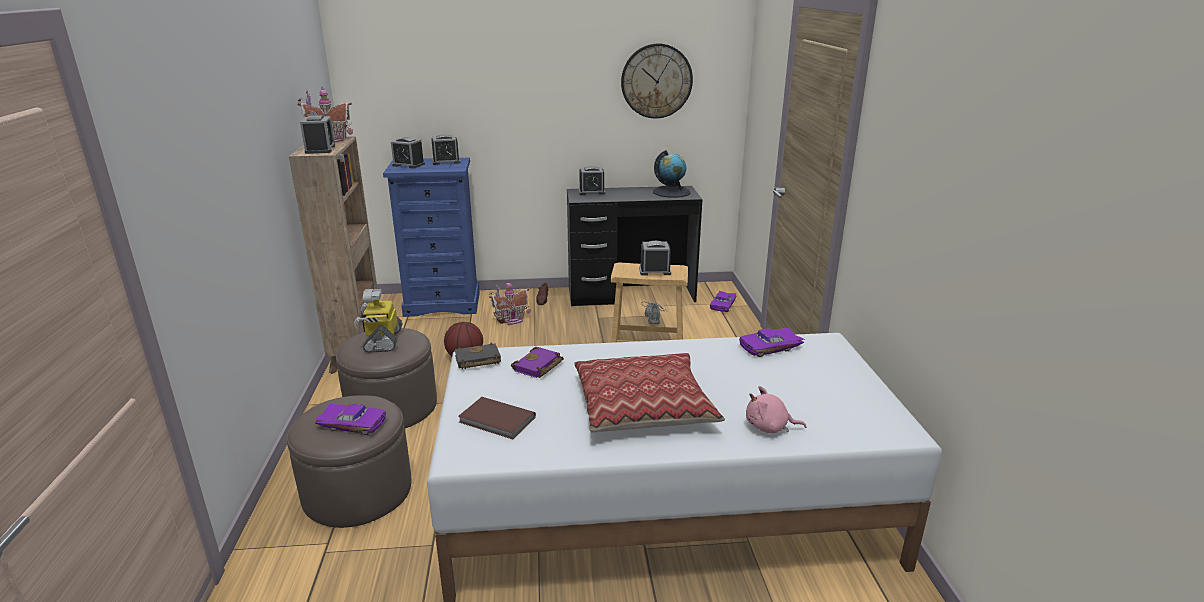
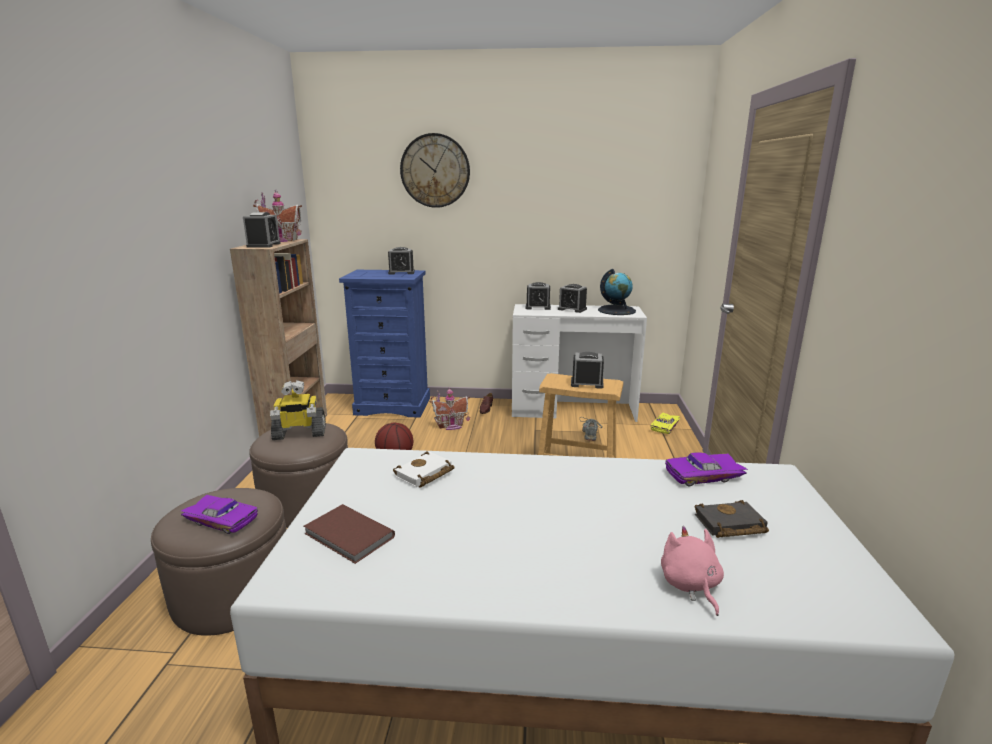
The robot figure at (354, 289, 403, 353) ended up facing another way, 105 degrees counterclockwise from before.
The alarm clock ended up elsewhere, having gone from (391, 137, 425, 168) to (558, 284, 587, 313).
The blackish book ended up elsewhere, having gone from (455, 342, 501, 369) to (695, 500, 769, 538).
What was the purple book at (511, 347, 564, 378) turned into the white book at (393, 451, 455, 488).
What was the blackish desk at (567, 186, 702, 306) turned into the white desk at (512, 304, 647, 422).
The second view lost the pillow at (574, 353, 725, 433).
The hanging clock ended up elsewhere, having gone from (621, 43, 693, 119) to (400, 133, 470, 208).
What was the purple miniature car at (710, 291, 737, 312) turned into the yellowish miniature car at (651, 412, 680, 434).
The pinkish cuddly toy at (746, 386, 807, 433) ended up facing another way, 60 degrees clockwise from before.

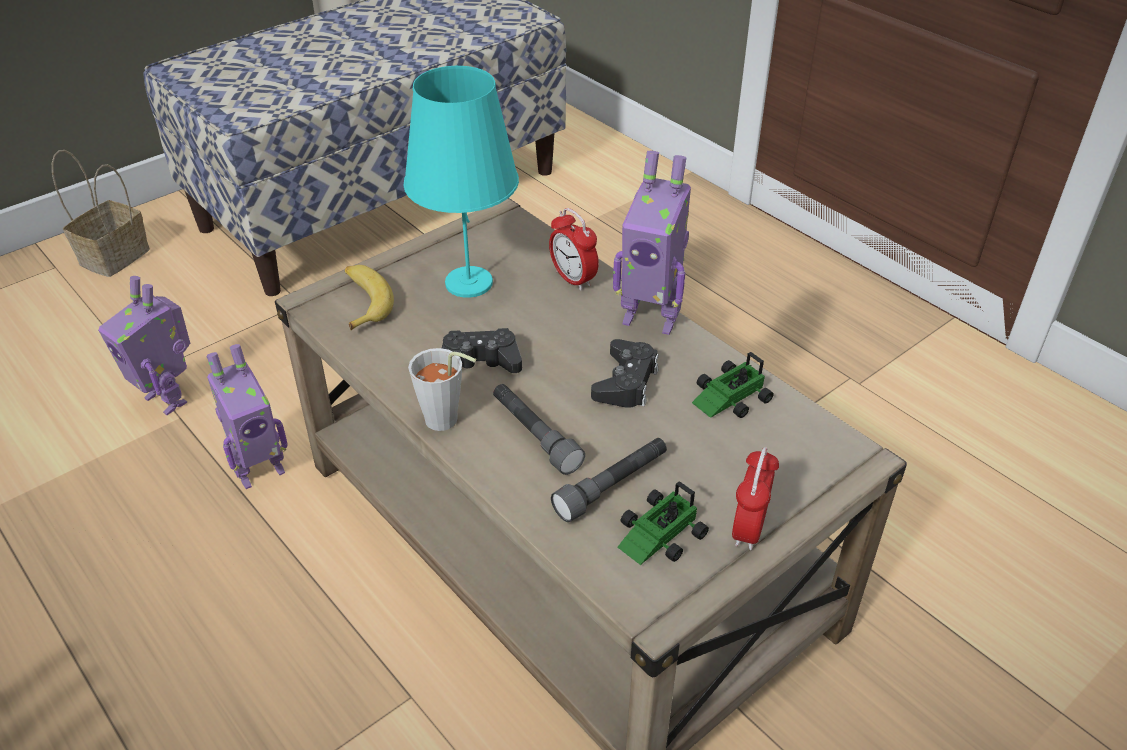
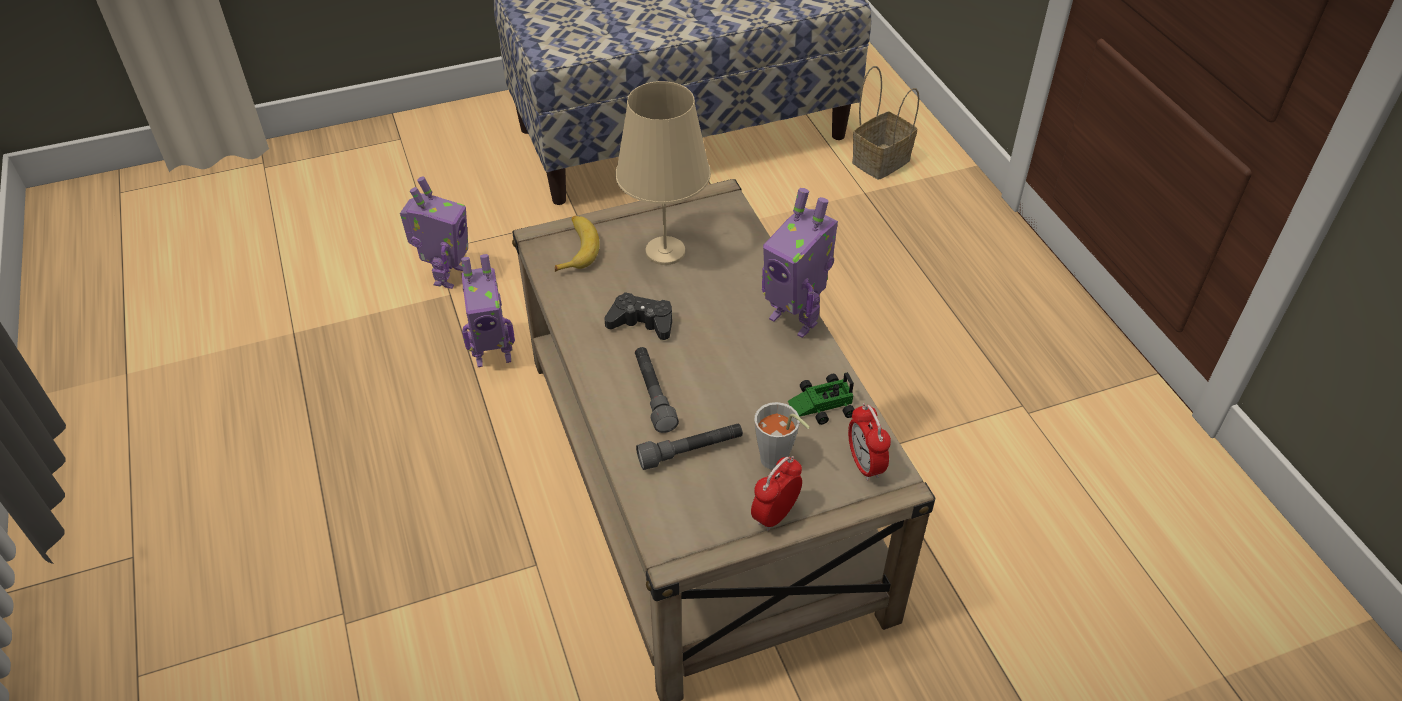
The basket ended up elsewhere, having gone from (52, 150, 150, 277) to (852, 66, 919, 180).
The robot figure at (98, 276, 190, 415) ended up facing another way, 135 degrees counterclockwise from before.
What was the turquoise table lamp at (403, 66, 519, 298) turned into the sand-coloured table lamp at (615, 81, 711, 265).
The grey drinking cup ended up elsewhere, having gone from (408, 348, 476, 431) to (755, 402, 810, 470).
The alarm clock ended up elsewhere, having gone from (549, 208, 599, 291) to (848, 403, 891, 481).
The second view lost the blackish gamepad at (591, 339, 658, 408).
The second view lost the miniature car at (617, 481, 709, 565).

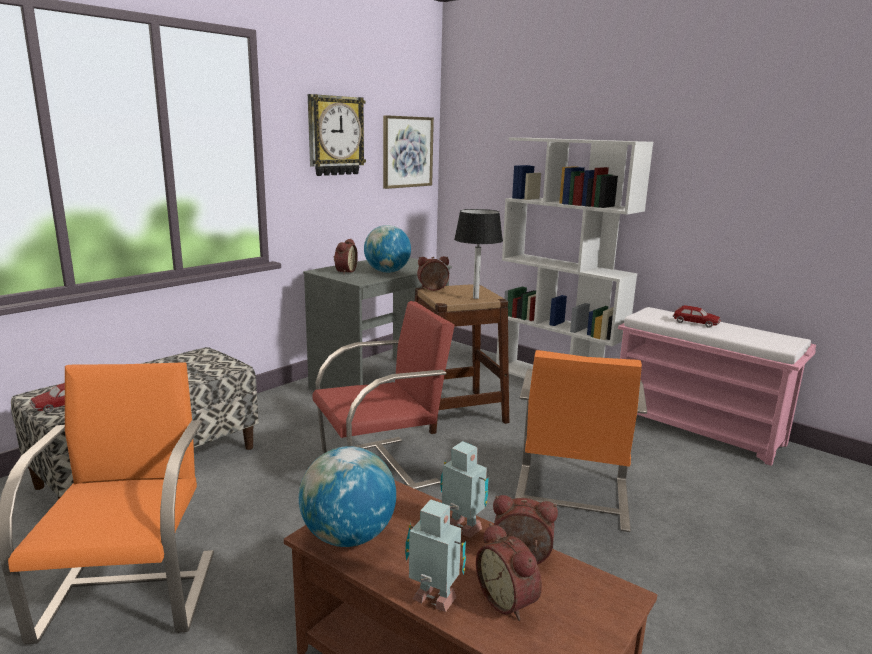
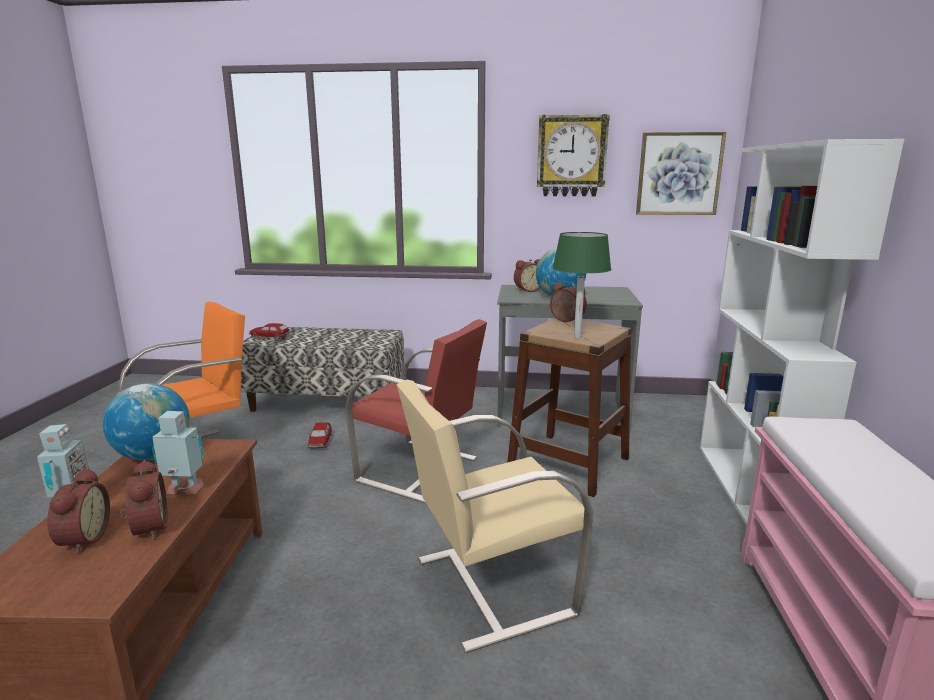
The robot figure at (440, 441, 489, 538) ended up facing another way, 90 degrees counterclockwise from before.
What was the blackish table lamp at (454, 209, 503, 299) turned into the green table lamp at (552, 232, 611, 338).
The alarm clock at (476, 523, 542, 621) ended up facing another way, 150 degrees clockwise from before.
What was the orange-coloured plain chair at (515, 350, 647, 532) turned into the sand-coloured plain chair at (397, 380, 593, 653).
The miniature car ended up elsewhere, having gone from (673, 305, 721, 327) to (307, 422, 332, 448).

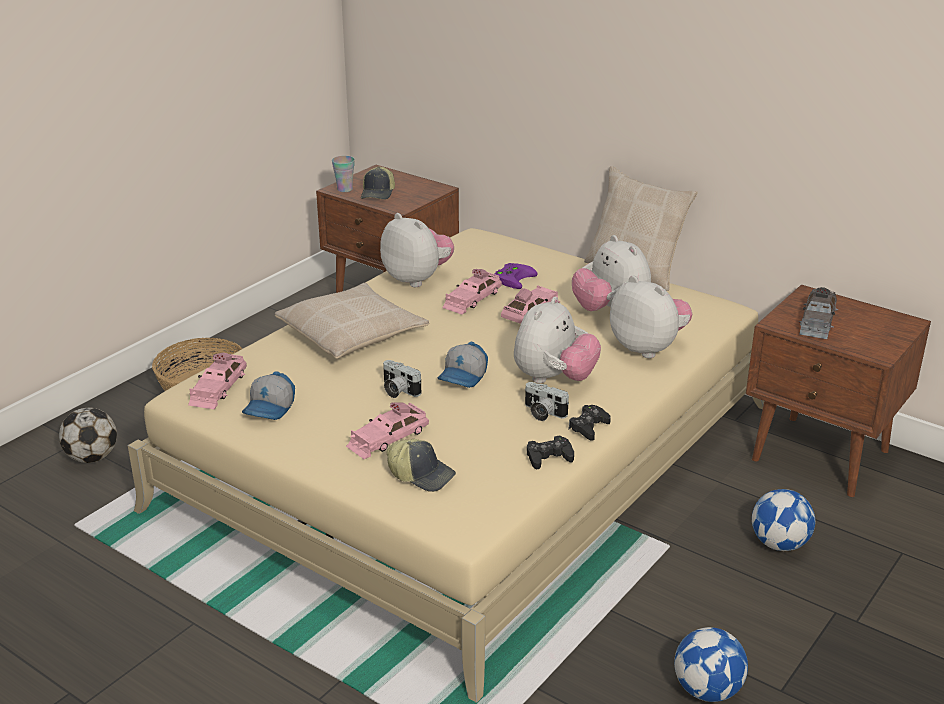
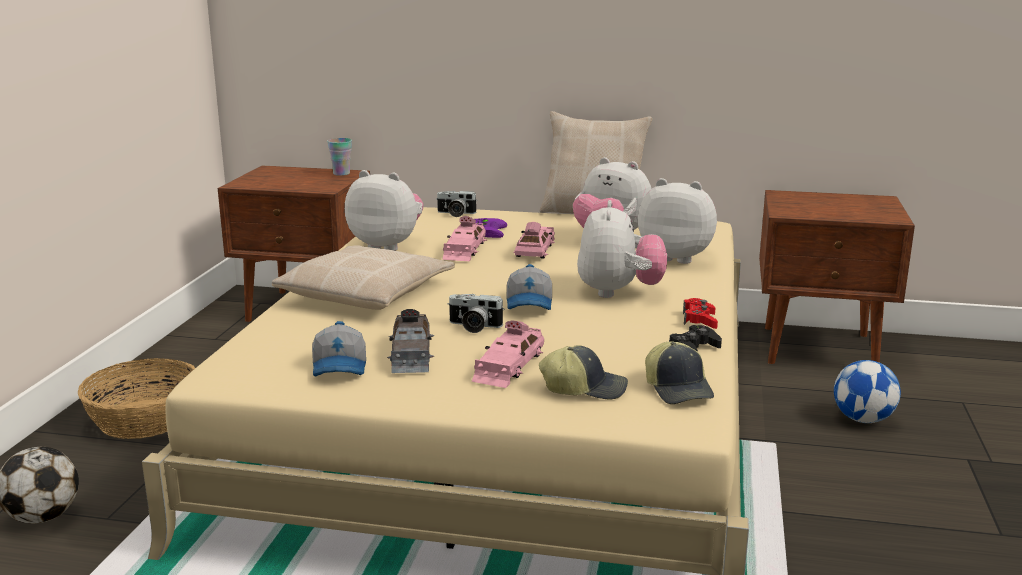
The second view lost the pinkish miniature car at (188, 353, 247, 409).
The drinking cup ended up elsewhere, having gone from (332, 156, 355, 192) to (327, 138, 352, 176).
The baseball cap ended up elsewhere, having gone from (361, 167, 395, 200) to (645, 341, 714, 404).
The still camera ended up elsewhere, having gone from (525, 382, 569, 421) to (436, 191, 478, 217).
What was the blackish gamepad at (569, 405, 611, 441) turned into the reddish gamepad at (683, 298, 718, 329).
The second view lost the football ball at (674, 627, 748, 702).
The grey miniature car ended up elsewhere, having gone from (798, 287, 838, 339) to (387, 309, 435, 373).

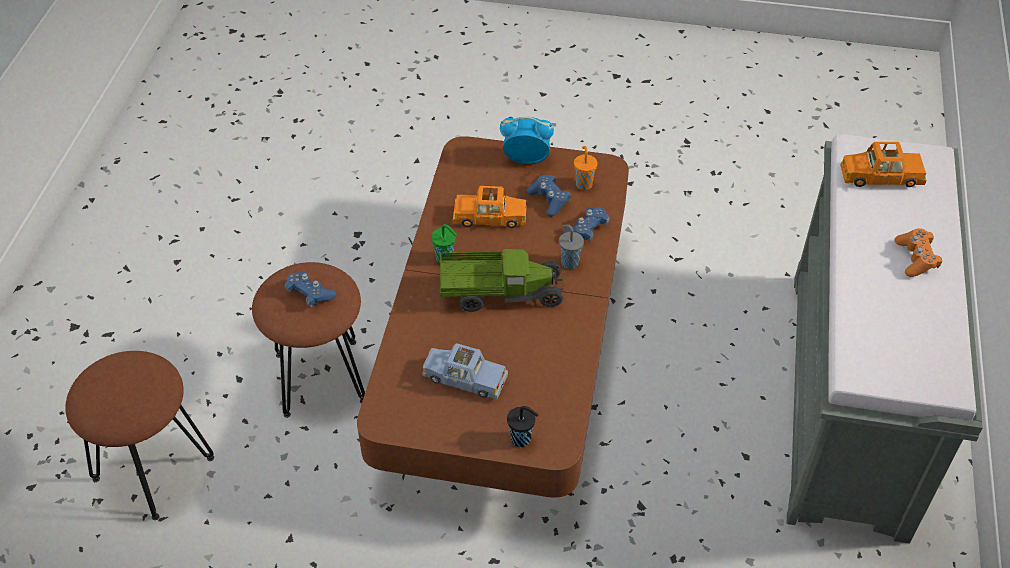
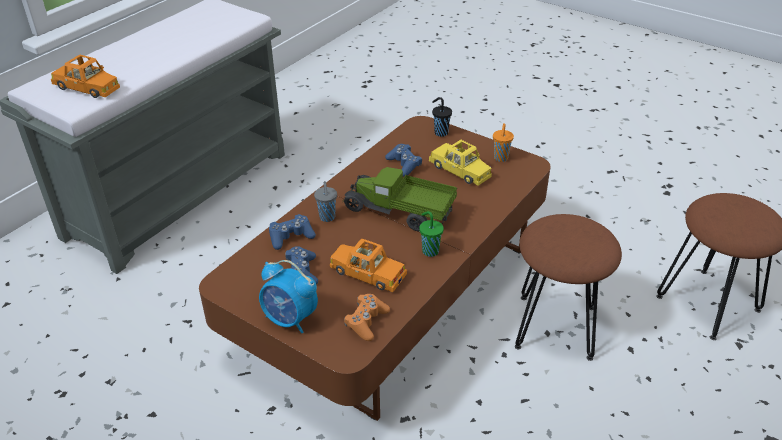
The blue-coloured gamepad ended up elsewhere, having gone from (284, 271, 337, 308) to (385, 144, 422, 177).
What was the blue-coloured miniature car at (422, 343, 508, 399) turned into the yellowish miniature car at (429, 140, 492, 186).
The orange-coloured drinking cup ended up elsewhere, having gone from (574, 146, 598, 190) to (493, 123, 514, 162).
The orange-coloured gamepad ended up elsewhere, having gone from (894, 228, 942, 277) to (344, 294, 390, 341).

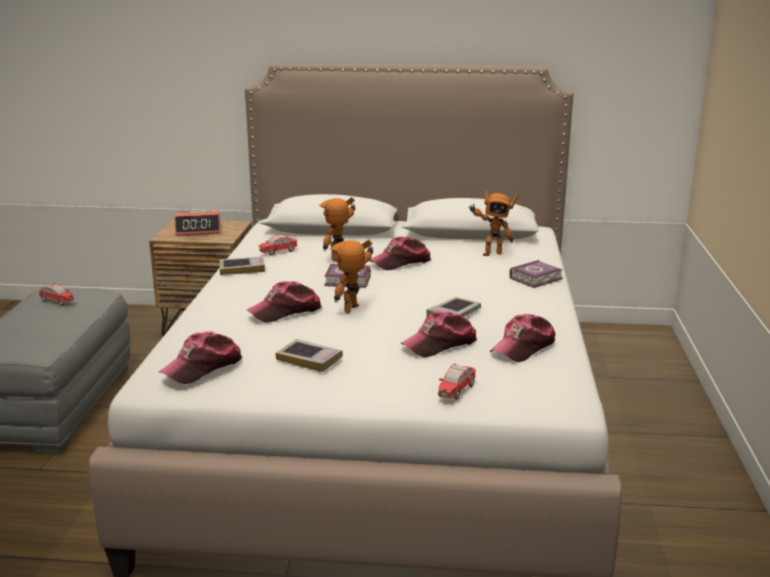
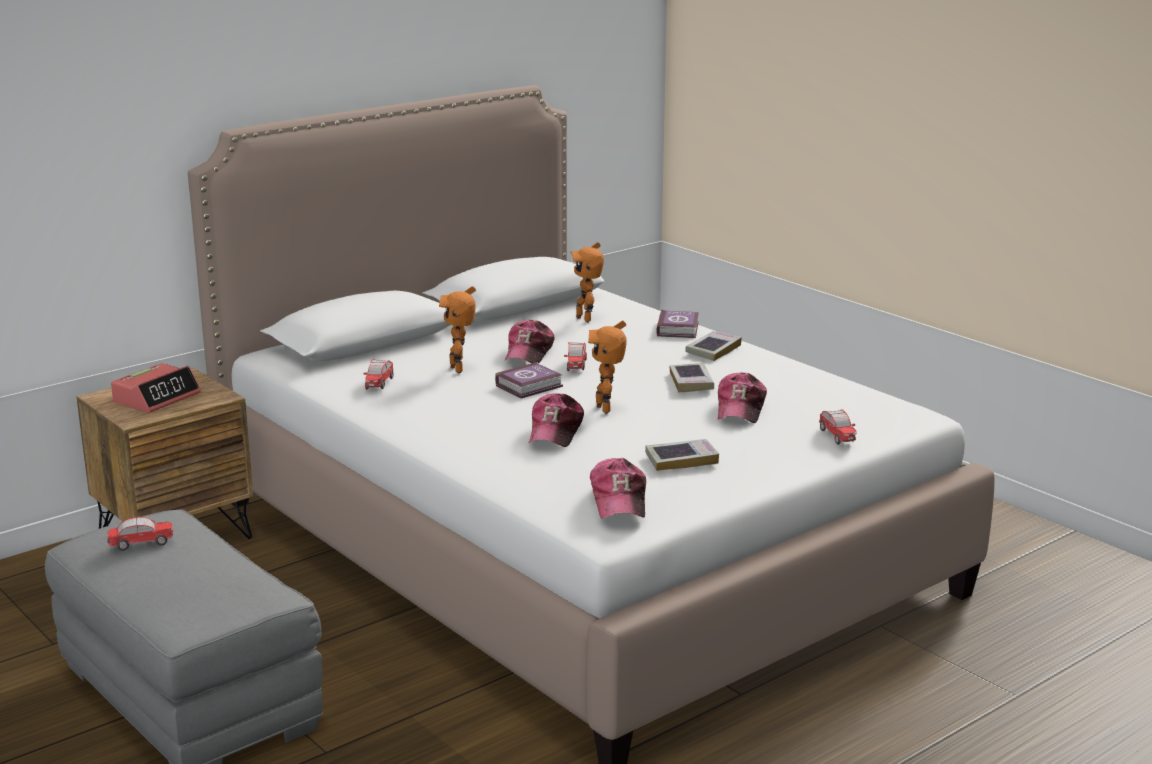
The book ended up elsewhere, having gone from (220, 256, 265, 275) to (685, 331, 742, 361).
The robot figure at (468, 190, 518, 256) ended up facing another way, 120 degrees clockwise from before.
The second view lost the baseball cap at (490, 314, 555, 362).
The second view gained the miniature car at (564, 342, 587, 371).

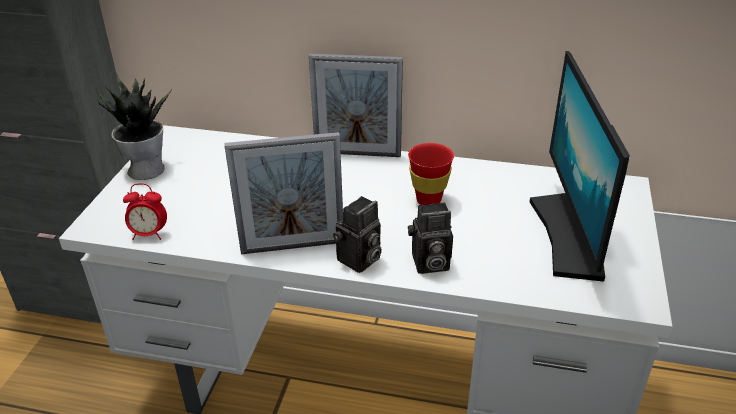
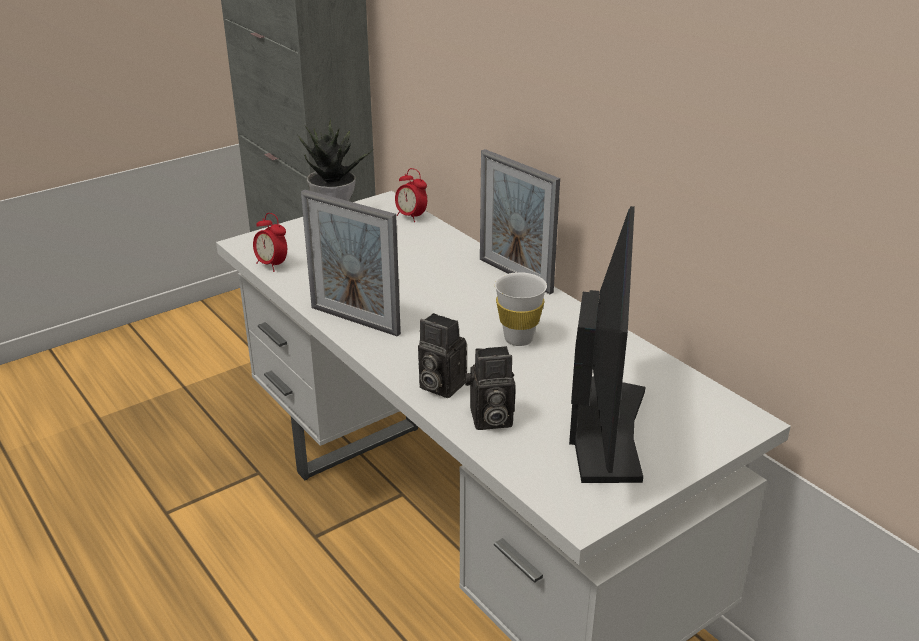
The still camera ended up elsewhere, having gone from (333, 196, 382, 273) to (465, 346, 516, 430).
What was the reddish drinking cup at (408, 143, 454, 205) turned into the white drinking cup at (495, 272, 547, 346).
The computer screen at (530, 51, 630, 282) ended up facing another way, 150 degrees clockwise from before.
The second view gained the alarm clock at (395, 168, 427, 222).

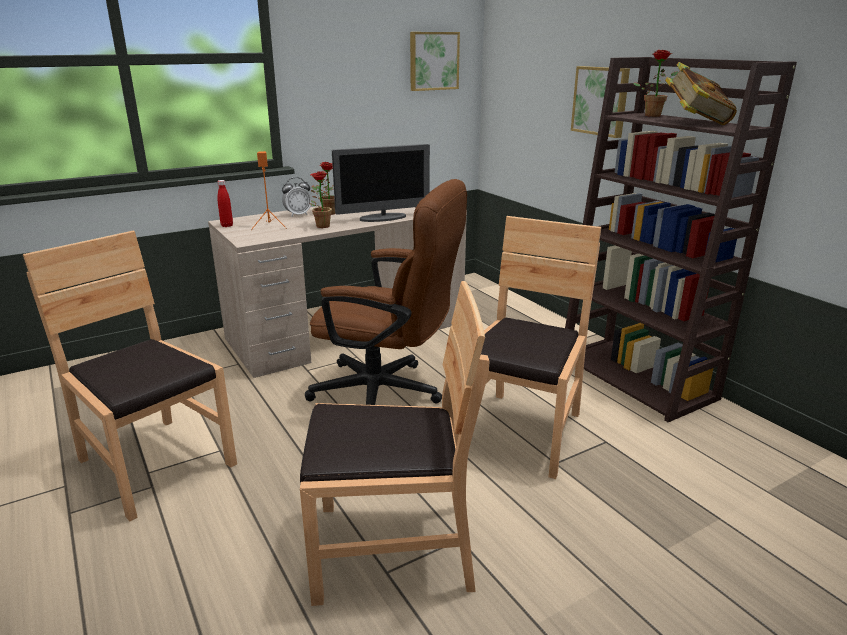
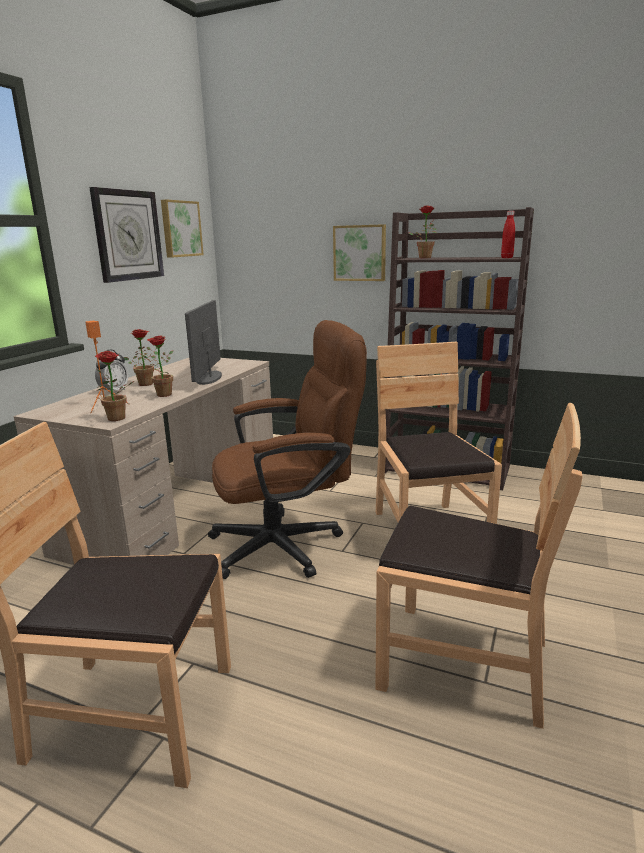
The reddish drink bottle ended up elsewhere, having gone from (217, 180, 233, 227) to (501, 211, 515, 258).
The brown plain chair at (300, 281, 489, 606) ended up facing another way, 60 degrees clockwise from before.
The computer screen at (332, 144, 430, 222) ended up facing another way, 150 degrees clockwise from before.
The second view lost the book at (665, 62, 737, 125).
The second view gained the hanging clock at (89, 187, 164, 283).
The second view gained the houseplant at (95, 351, 135, 421).

